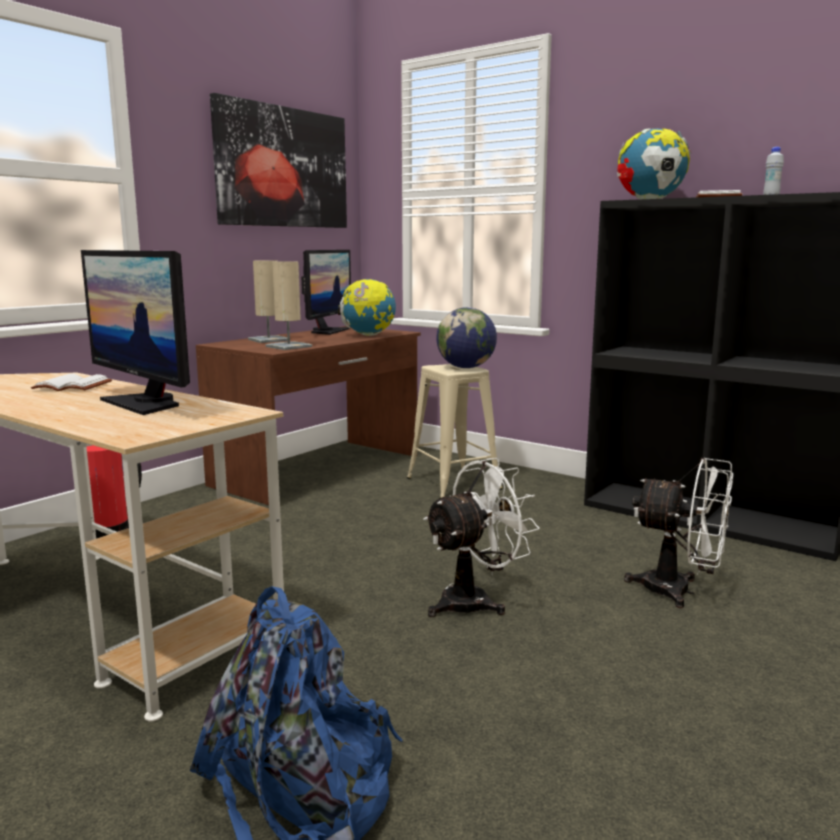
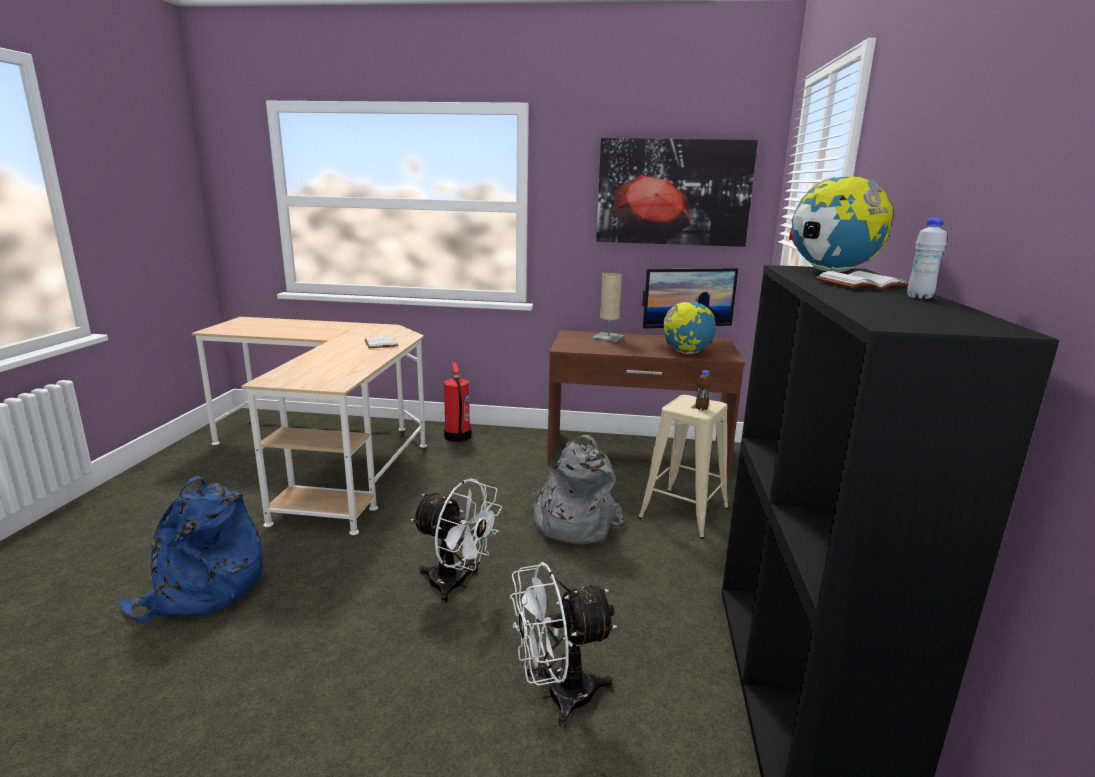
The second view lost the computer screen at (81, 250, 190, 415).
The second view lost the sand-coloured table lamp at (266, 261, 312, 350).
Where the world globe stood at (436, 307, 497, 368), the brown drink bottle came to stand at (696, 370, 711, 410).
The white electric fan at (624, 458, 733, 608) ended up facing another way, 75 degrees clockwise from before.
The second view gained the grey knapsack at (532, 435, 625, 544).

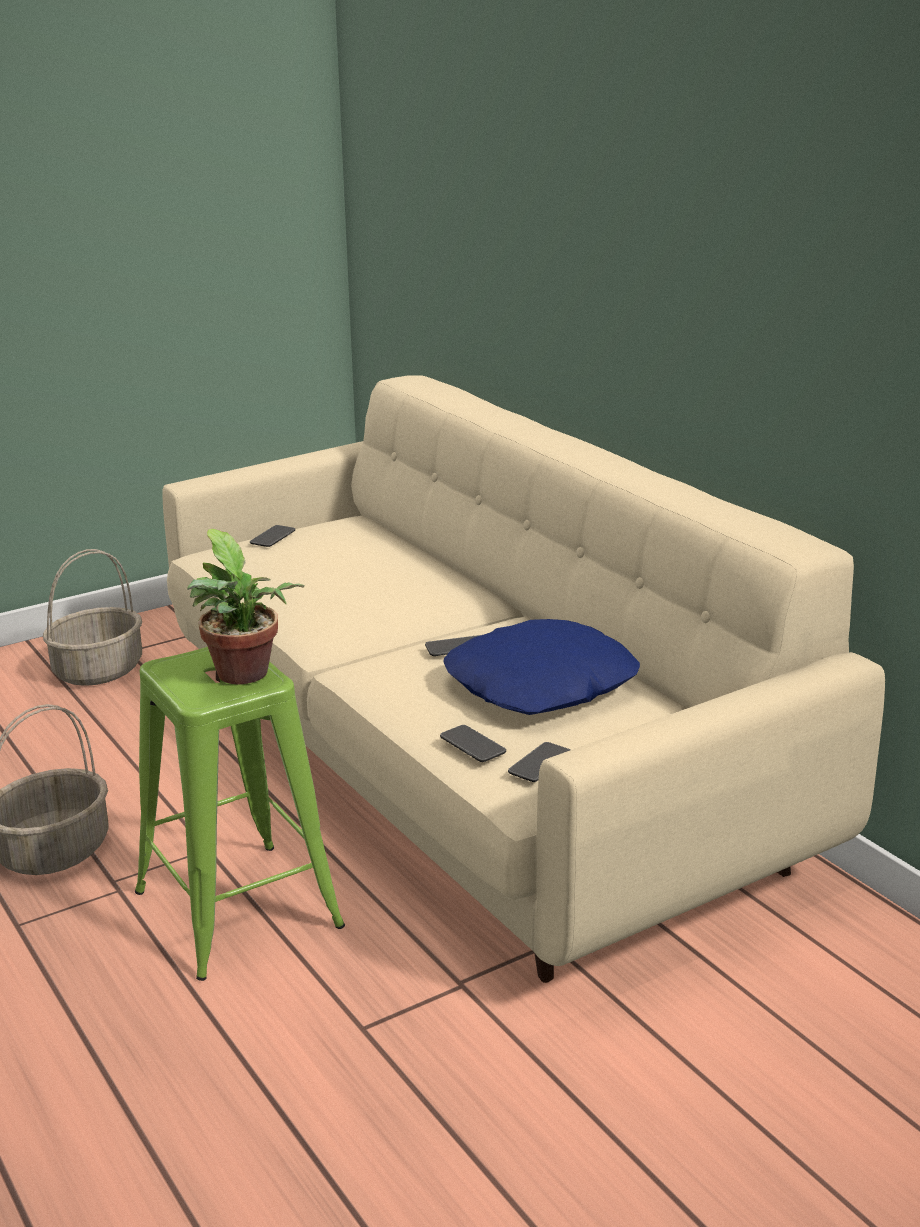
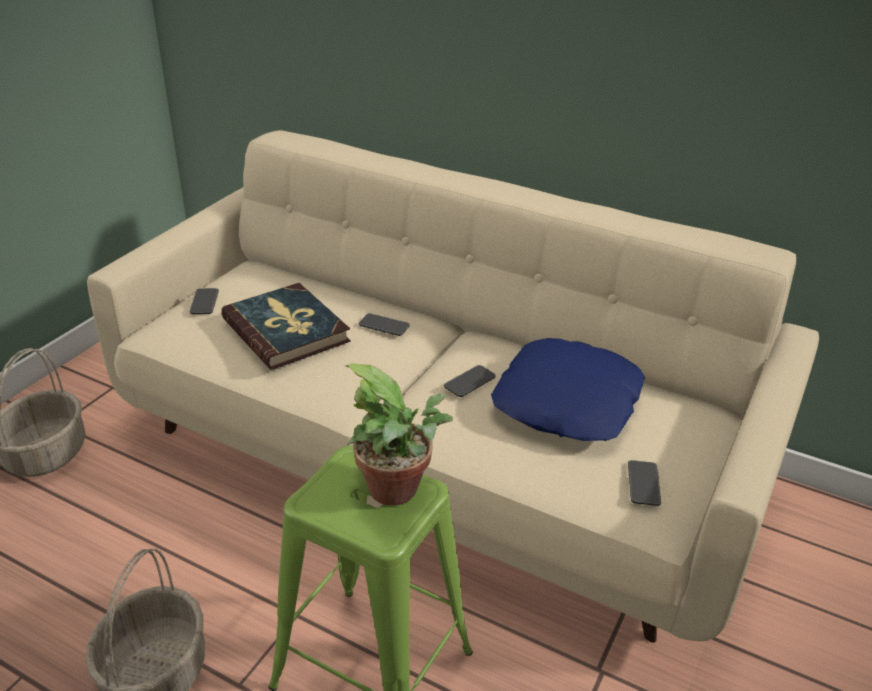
The phone ended up elsewhere, having gone from (440, 725, 506, 762) to (359, 313, 410, 336).
The second view gained the book at (221, 283, 351, 370).

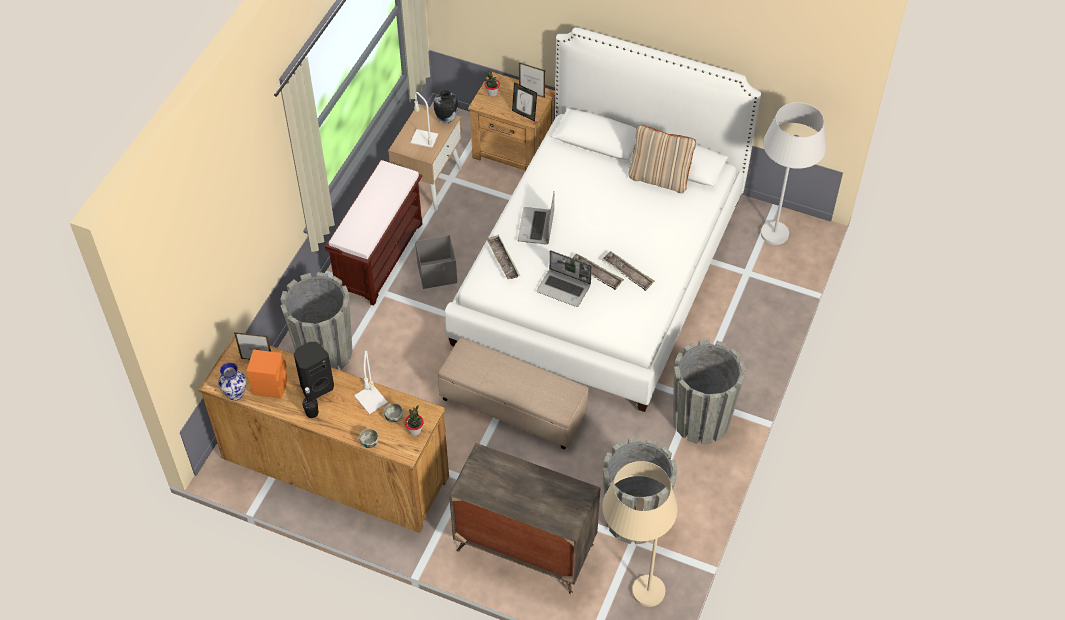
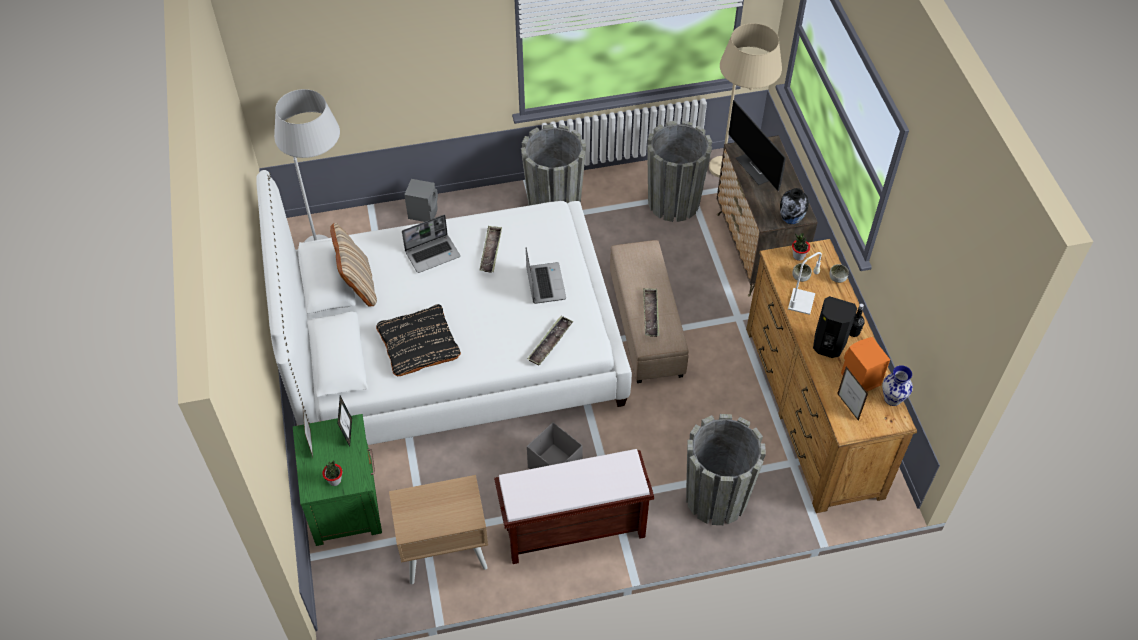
The second view lost the white table lamp at (411, 92, 438, 148).
The flower vase ended up elsewhere, having gone from (433, 90, 458, 123) to (780, 188, 809, 224).
What was the brown nightstand at (468, 72, 555, 171) turned into the green nightstand at (293, 414, 382, 546).
The notebook computer ended up elsewhere, having gone from (518, 193, 554, 245) to (402, 215, 460, 273).
The carrying tray ended up elsewhere, having gone from (572, 253, 624, 290) to (643, 288, 660, 337).
The second view gained the blackish pillow at (376, 304, 461, 376).
The second view gained the grey loudspeaker at (404, 179, 438, 222).
The second view gained the computer screen at (728, 100, 786, 191).

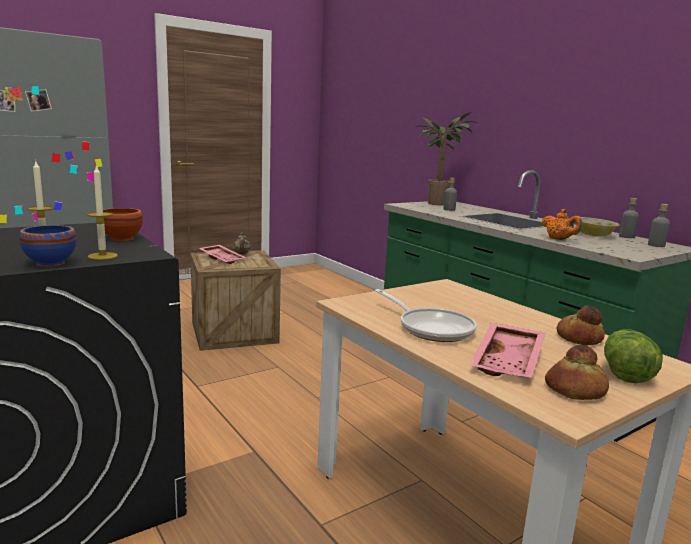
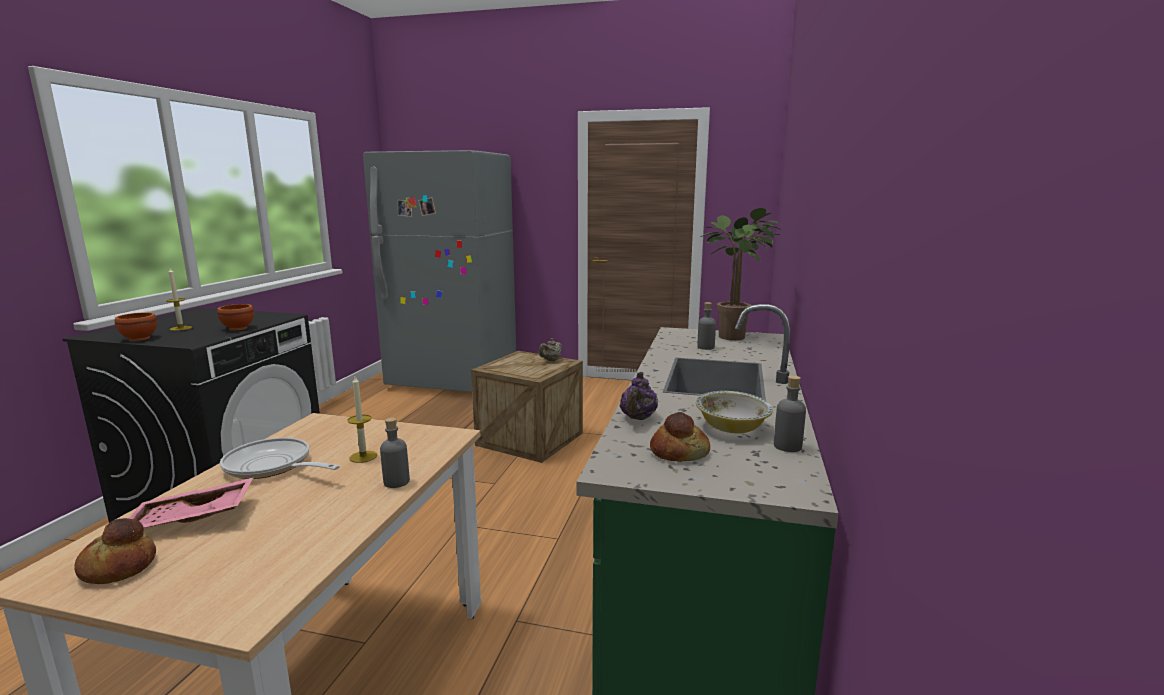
What was the blue-coloured deep dish at (19, 225, 76, 267) turned into the brown deep dish at (115, 312, 157, 341).
The wax light ended up elsewhere, having gone from (87, 165, 118, 260) to (347, 376, 377, 463).
The second view lost the pinkish carrying tray at (199, 245, 246, 264).
The frying pan at (375, 289, 477, 342) ended up facing another way, 105 degrees clockwise from before.
What was the orange-coloured pot for tea at (541, 209, 582, 240) turned into the purple pot for tea at (620, 372, 658, 420).
The bread ended up elsewhere, having gone from (557, 305, 605, 345) to (650, 412, 710, 462).
The second view lost the lettuce at (604, 329, 663, 383).
The grey drink bottle ended up elsewhere, having gone from (648, 204, 670, 247) to (380, 417, 410, 488).

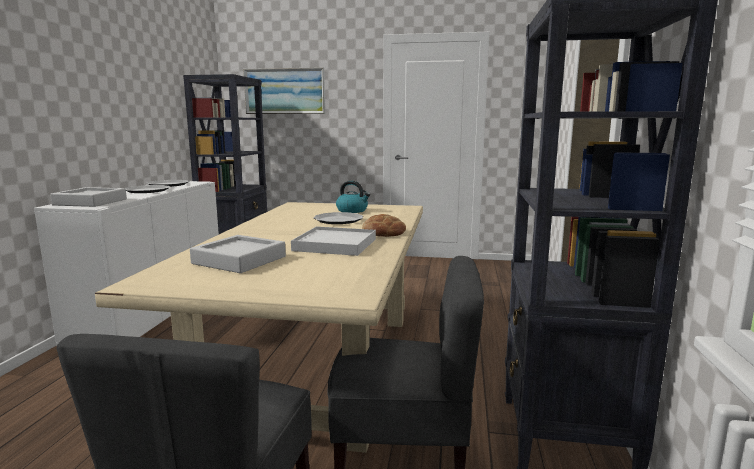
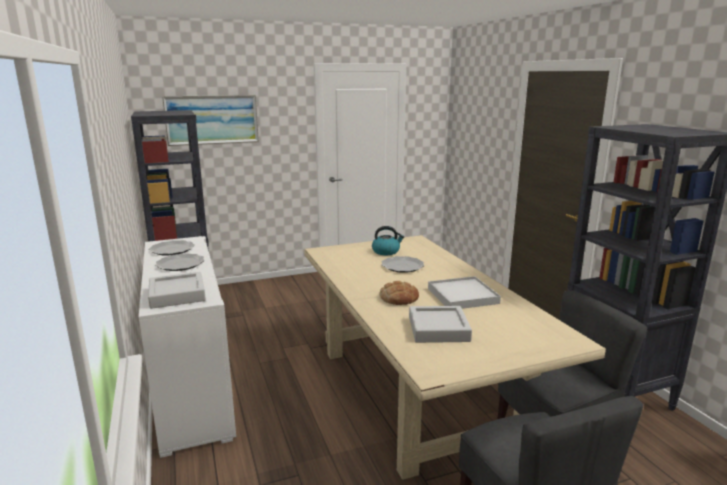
The bread ended up elsewhere, having gone from (362, 214, 406, 237) to (380, 281, 419, 305).

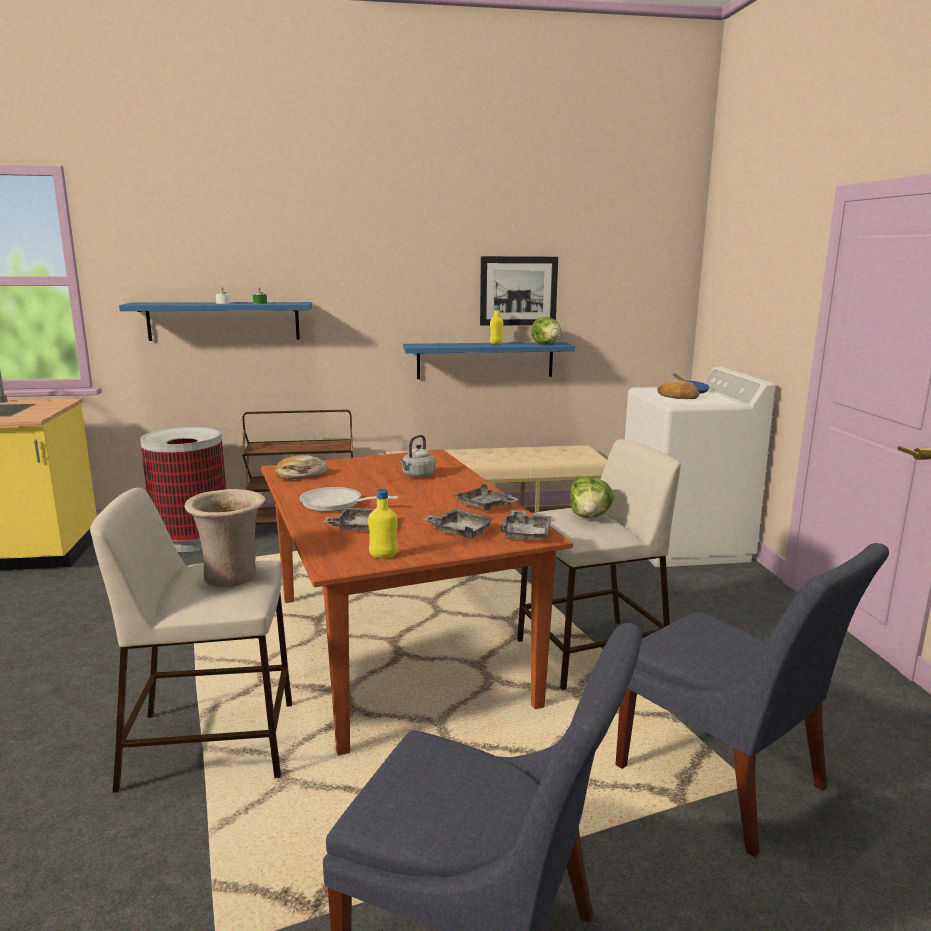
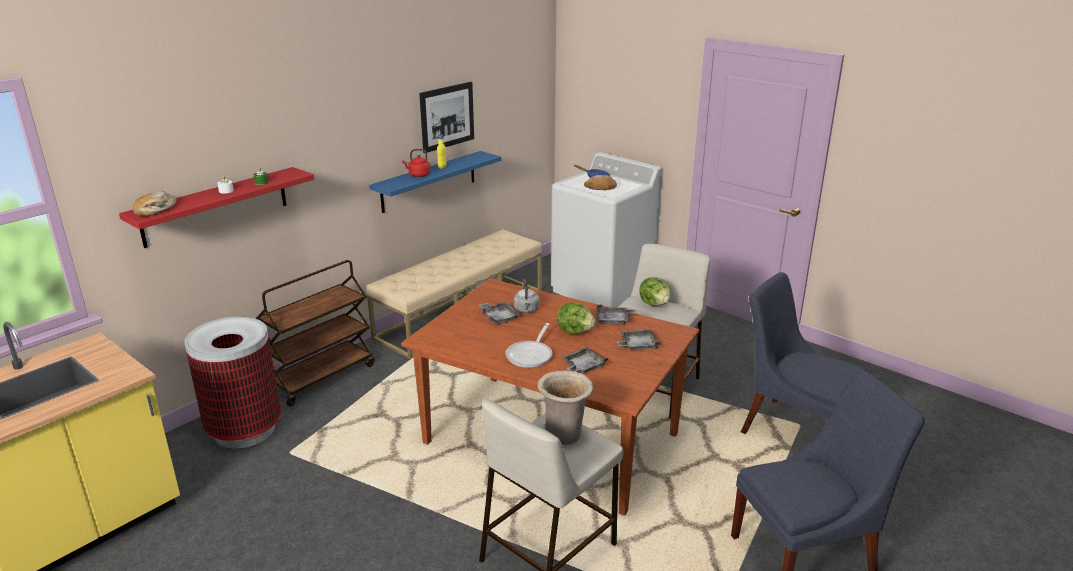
What was the blue-coloured bracket shelf at (119, 302, 312, 341) turned into the reddish bracket shelf at (119, 167, 314, 248).
The bread ended up elsewhere, having gone from (275, 455, 329, 480) to (133, 192, 177, 216).
The frying pan at (299, 487, 399, 512) ended up facing another way, 45 degrees counterclockwise from before.
The second view lost the yellowish drink bottle at (368, 489, 398, 558).
The grey carrying tray ended up elsewhere, having gone from (501, 510, 551, 542) to (480, 302, 520, 325).
The lettuce ended up elsewhere, having gone from (531, 317, 561, 344) to (557, 303, 596, 334).
The blue-coloured plain chair at (615, 543, 889, 857) ended up facing another way, 150 degrees counterclockwise from before.
The second view gained the reddish kettle at (402, 149, 431, 177).

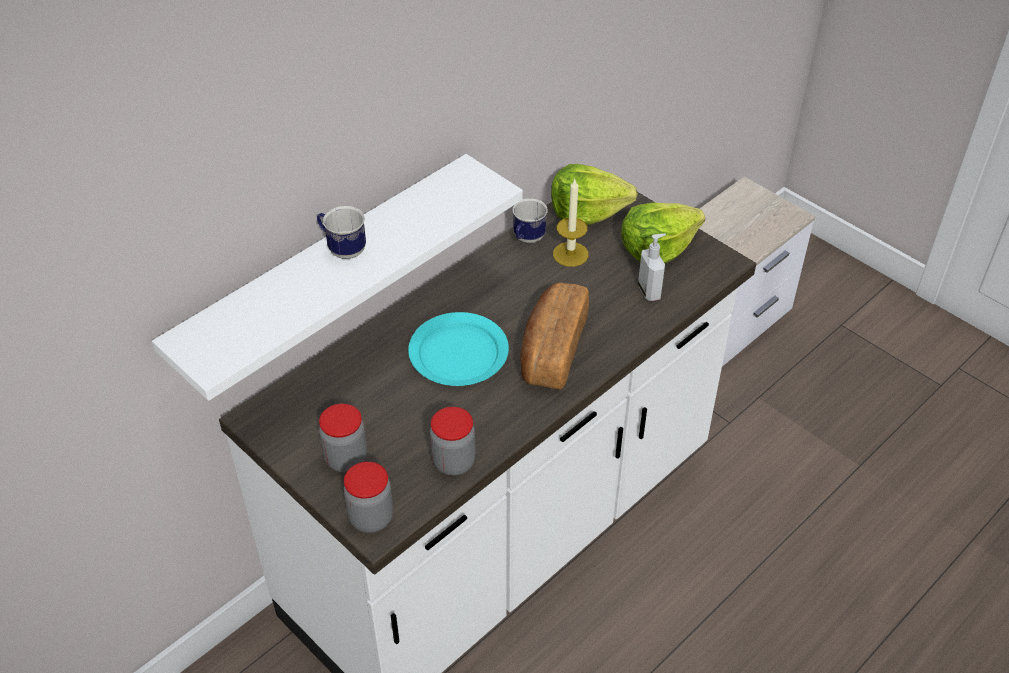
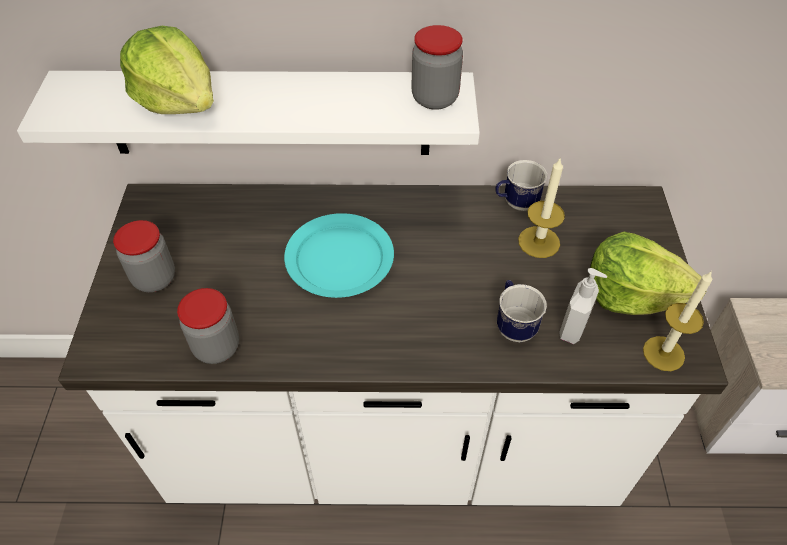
The mug ended up elsewhere, having gone from (317, 206, 366, 259) to (497, 280, 547, 342).
The preserve jar ended up elsewhere, having gone from (344, 462, 393, 533) to (411, 25, 463, 110).
The second view lost the bread at (520, 282, 589, 390).
The lettuce ended up elsewhere, having gone from (551, 164, 638, 225) to (120, 26, 214, 114).
The second view gained the wax light at (643, 271, 712, 371).

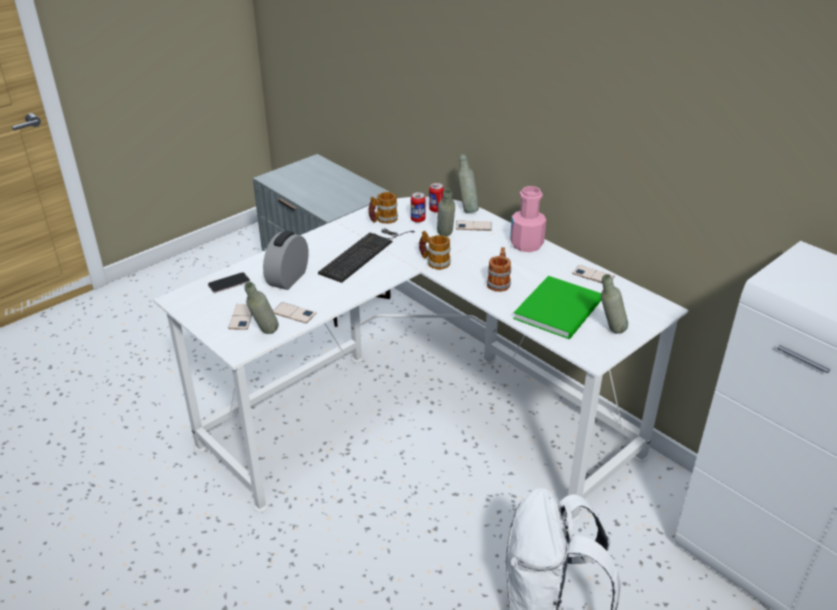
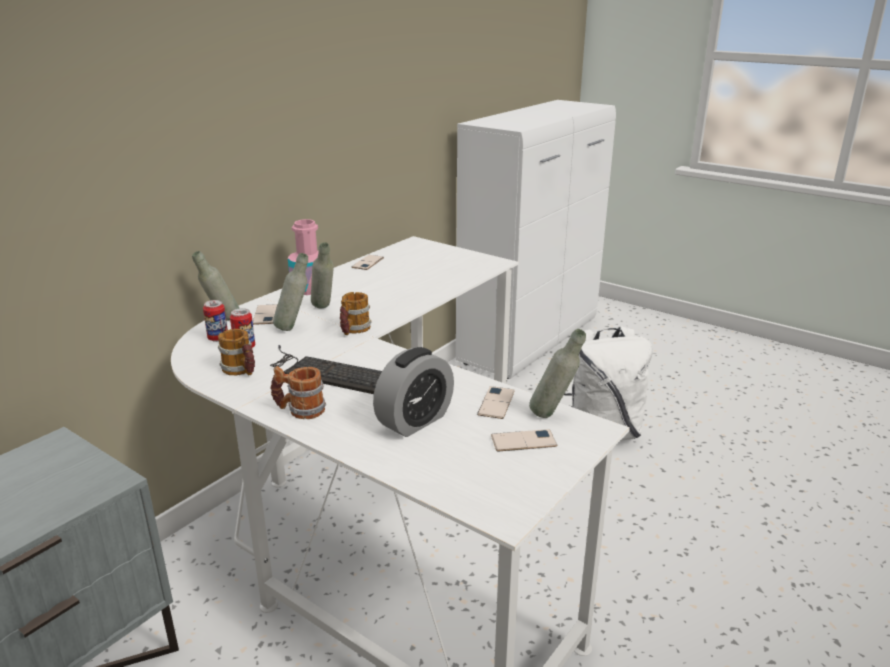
The second view lost the phone at (208, 272, 250, 293).
The alarm clock at (263, 231, 309, 290) ended up facing another way, 60 degrees counterclockwise from before.
The mug ended up elsewhere, having gone from (487, 247, 511, 292) to (270, 366, 326, 419).
The second view lost the green book at (513, 276, 601, 339).
The grey drink bottle ended up elsewhere, having gone from (601, 274, 628, 334) to (311, 242, 334, 309).

